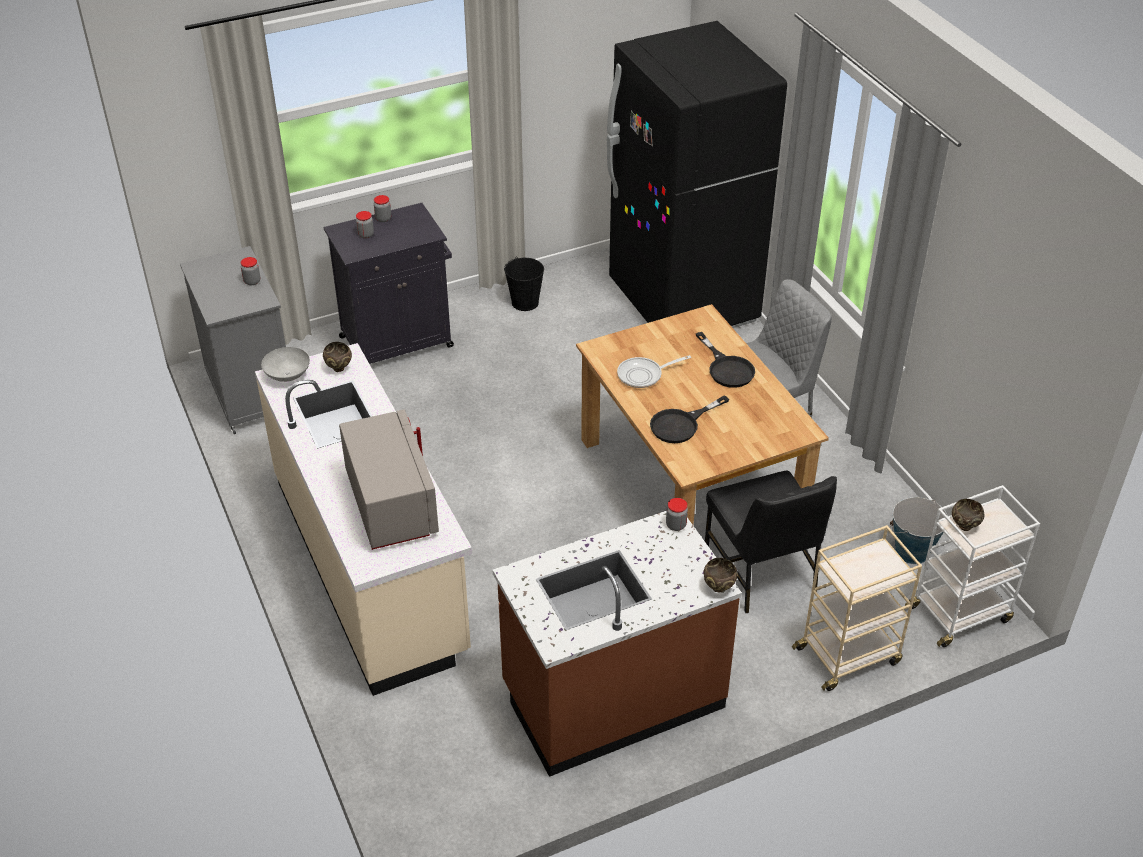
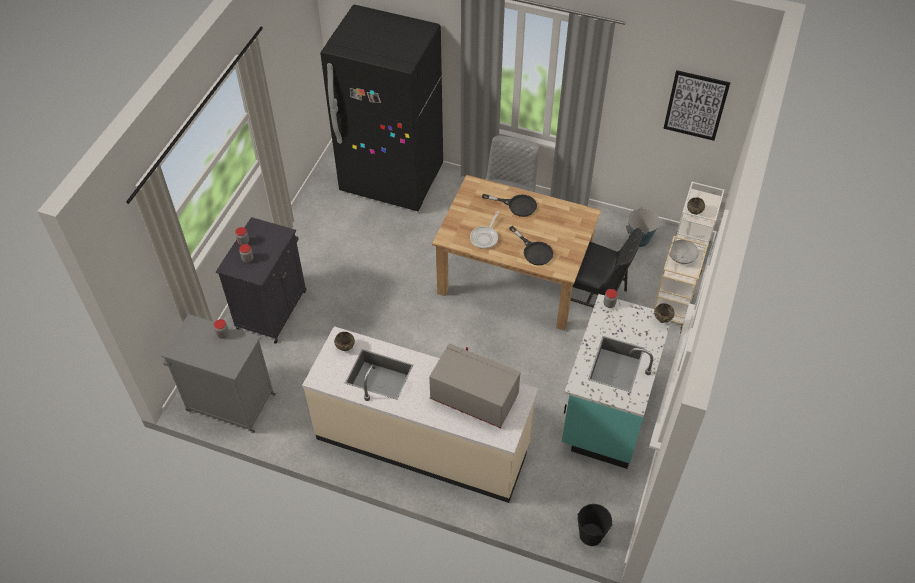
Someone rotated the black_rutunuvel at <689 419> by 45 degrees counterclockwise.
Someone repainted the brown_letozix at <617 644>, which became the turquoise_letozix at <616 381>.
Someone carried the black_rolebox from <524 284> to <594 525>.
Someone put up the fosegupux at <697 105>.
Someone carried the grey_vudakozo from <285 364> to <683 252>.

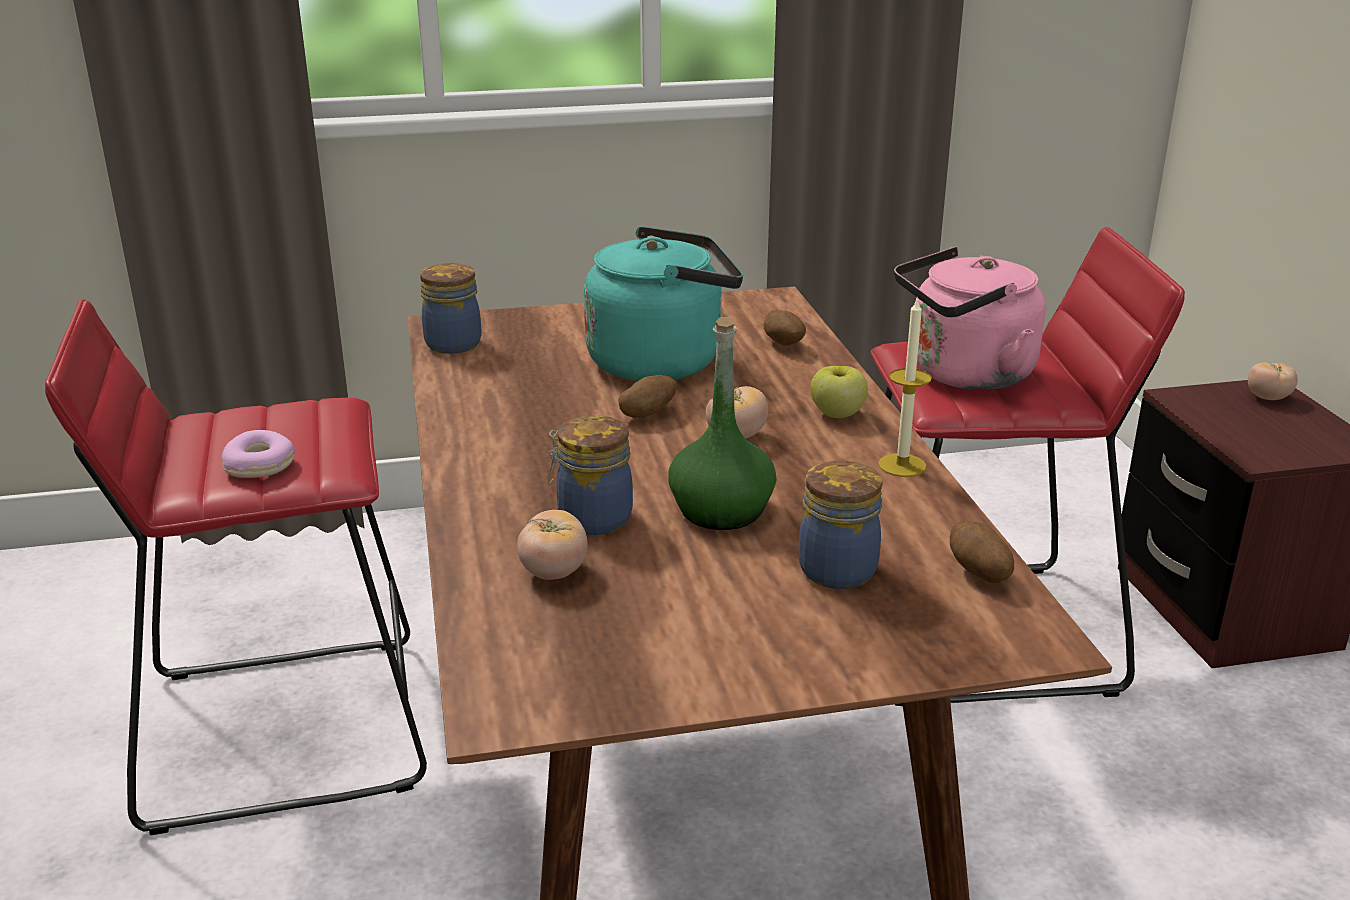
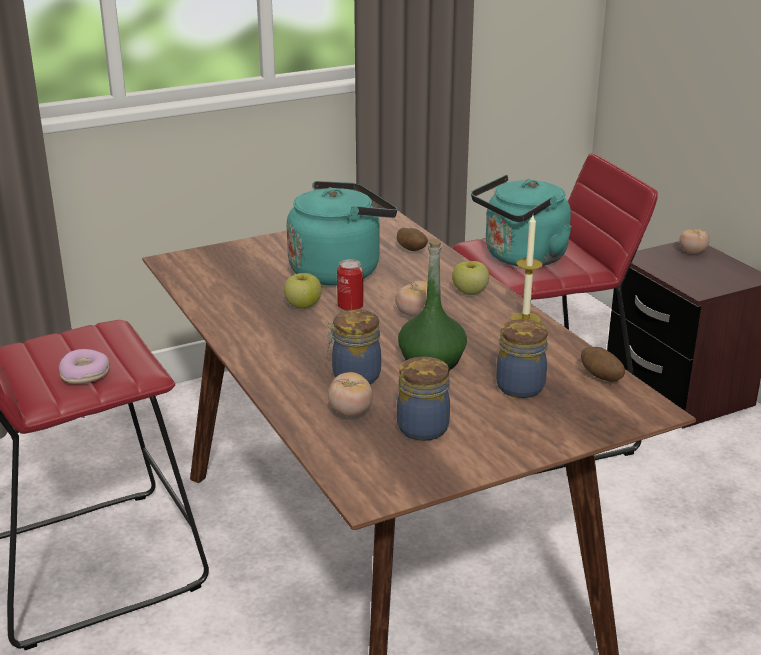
Someone put down the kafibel at <303 291>.
Someone swapped the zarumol at <647 396> for the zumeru at <350 285>.
Someone carried the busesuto from <451 308> to <423 398>.
Someone repainted the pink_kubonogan at <970 318>, which became the turquoise_kubonogan at <521 220>.

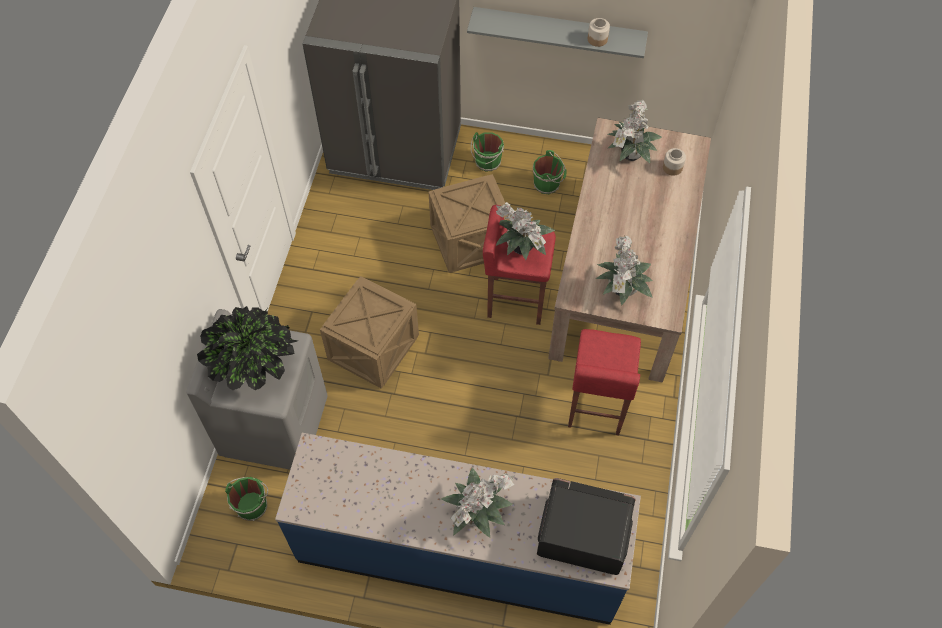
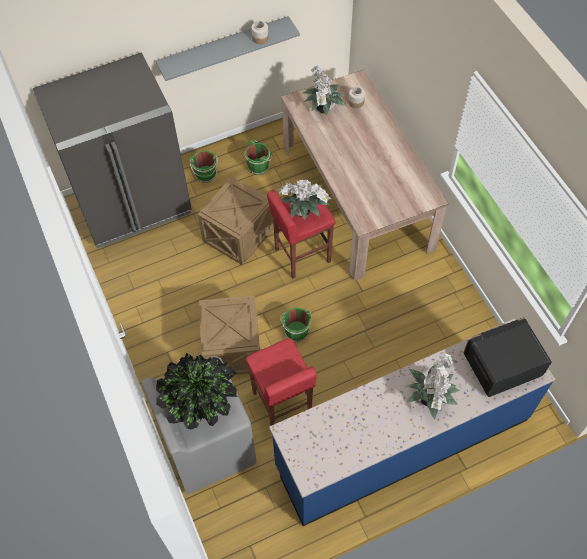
Someone carried the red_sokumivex from <604 382> to <281 382>.
Someone carried the green_rolebox from <246 499> to <295 324>.
Someone took away the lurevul at <624 271>.

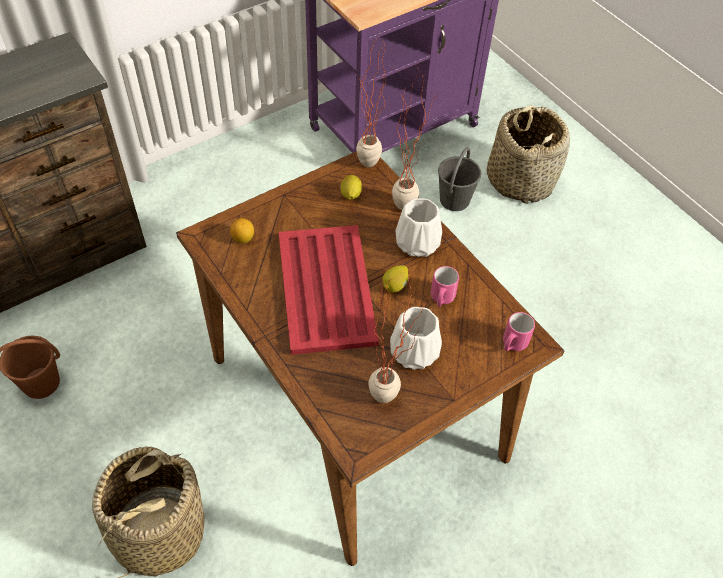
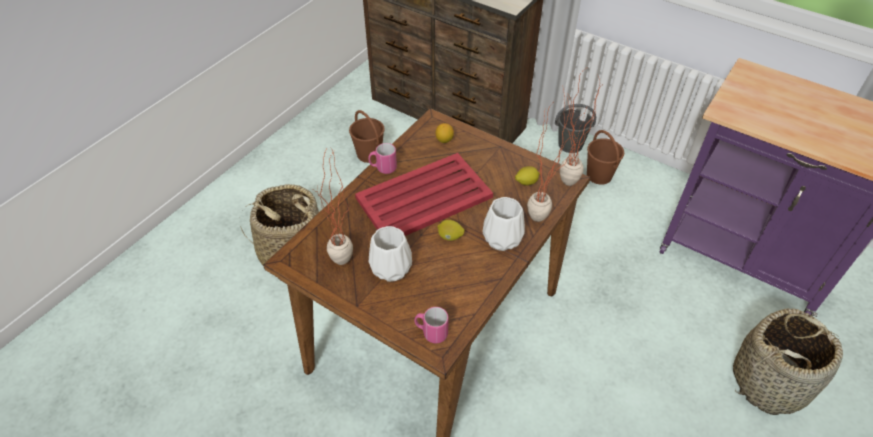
Someone carried the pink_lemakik from <445 286> to <382 158>.
Someone carried the grey_rolebox from <459 179> to <575 128>.
Someone put down the brown_rolebox at <605 157>.

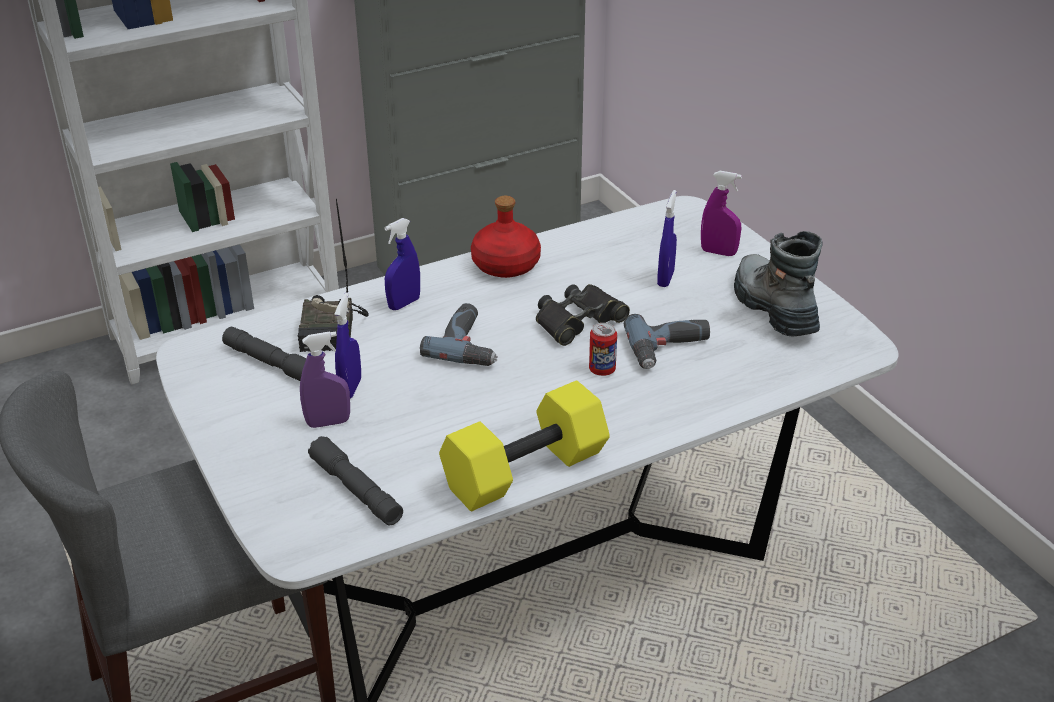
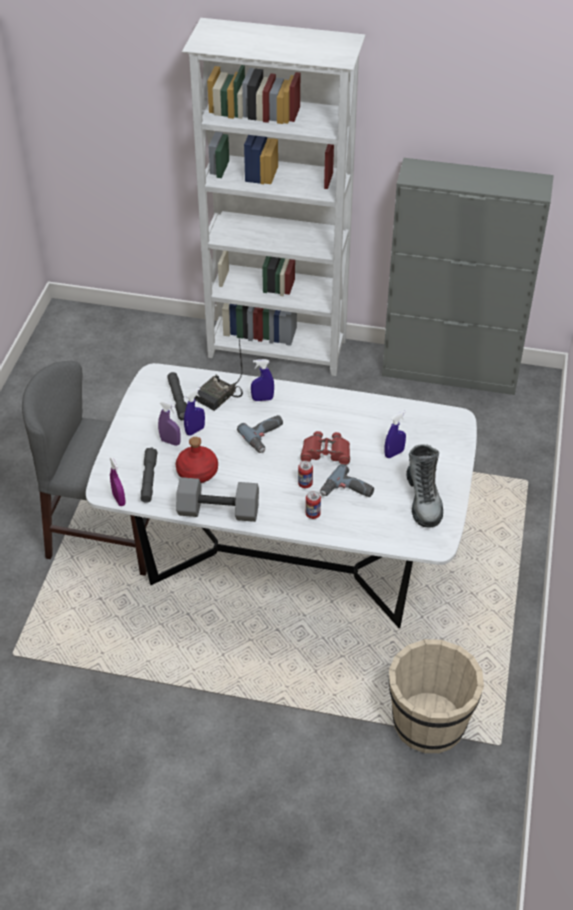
Someone carried the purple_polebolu from <721 213> to <118 481>.
Someone carried the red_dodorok from <506 237> to <197 460>.
Someone repainted the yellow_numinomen at <524 445>, which became the grey_numinomen at <217 499>.
Someone repainted the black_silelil at <583 315>, which became the red_silelil at <325 448>.
Someone put down the zumeru at <313 505>.
Someone put down the beige_rolebox at <436 696>.
Someone rotated the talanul at <778 284> by 150 degrees clockwise.

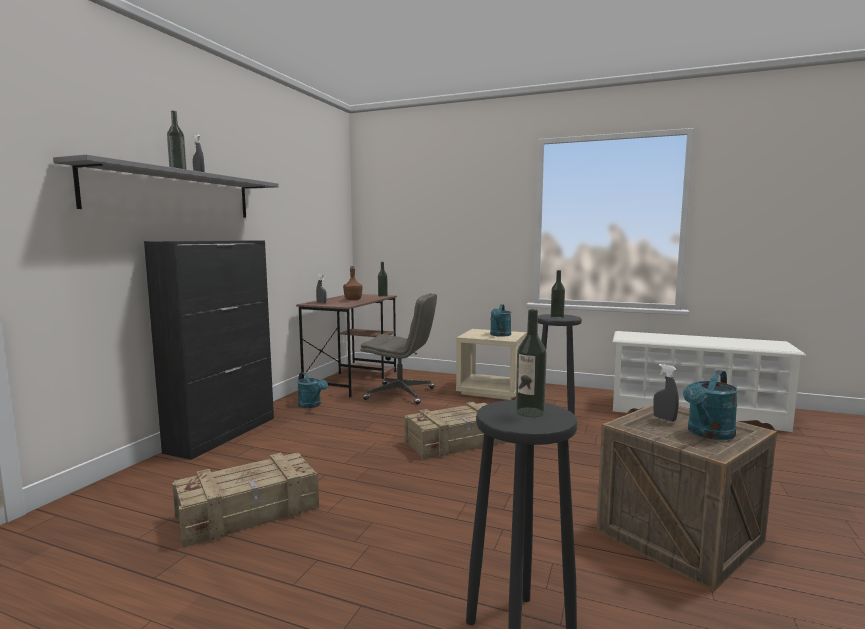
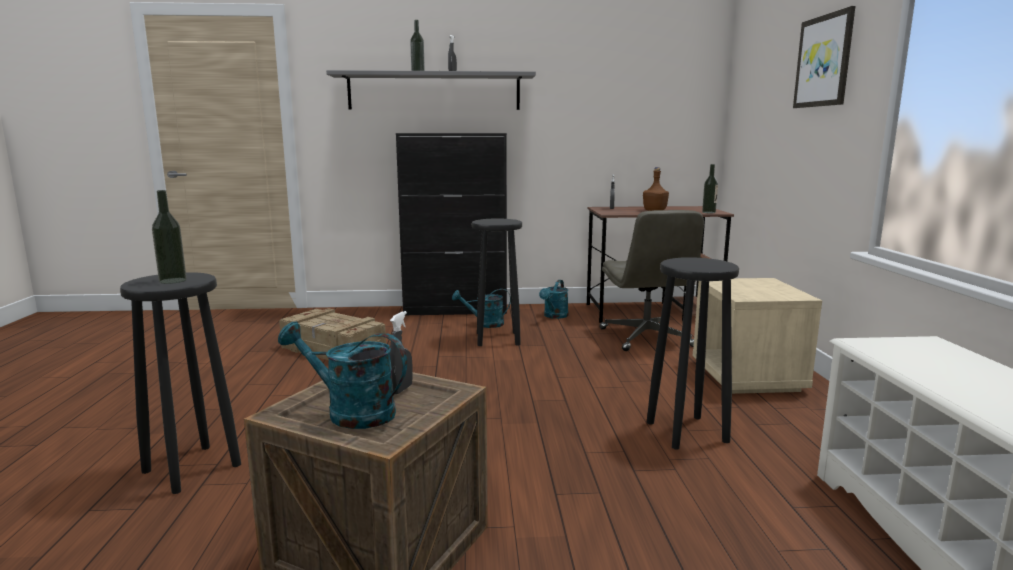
Someone carried the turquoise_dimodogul from <500 320> to <481 308>.
Someone put down the black_sokumivex at <497 282>.
Someone put up the fosegupux at <824 57>.
Someone took away the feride at <456 431>.
Someone took away the dodorok at <558 294>.

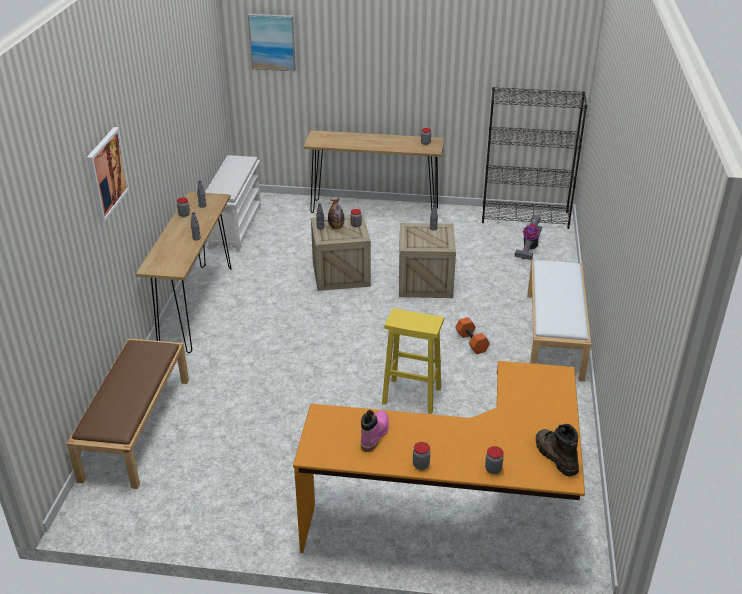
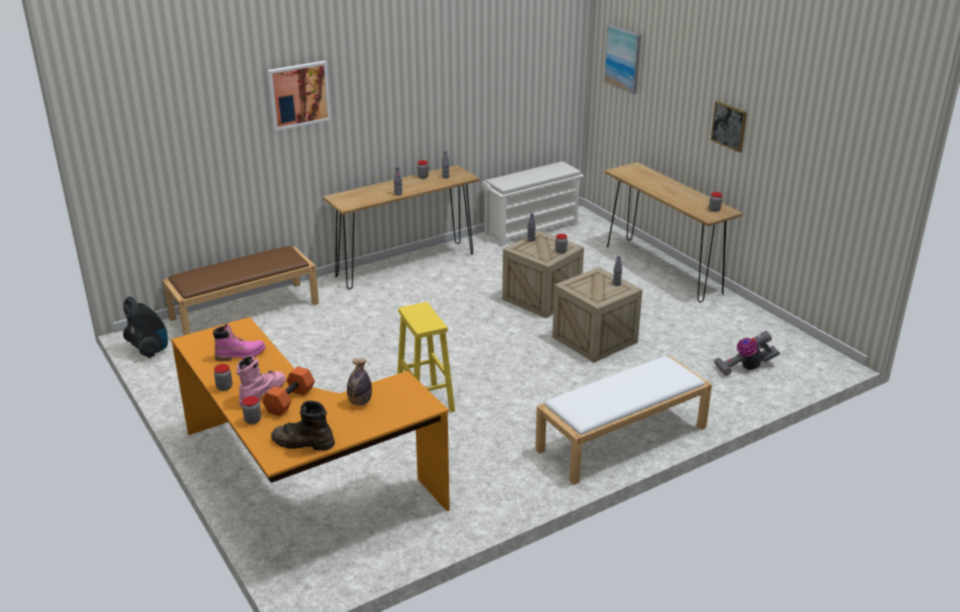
Someone put down the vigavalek at <145 327>.
Someone put down the pink_talanul at <261 381>.
Someone carried the orange_numinomen from <472 335> to <288 391>.
Someone rotated the brown_talanul at <557 450> by 105 degrees counterclockwise.
Someone carried the dodorok from <336 213> to <359 382>.
Someone put up the fosegupux at <729 127>.
Someone took away the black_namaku at <534 158>.

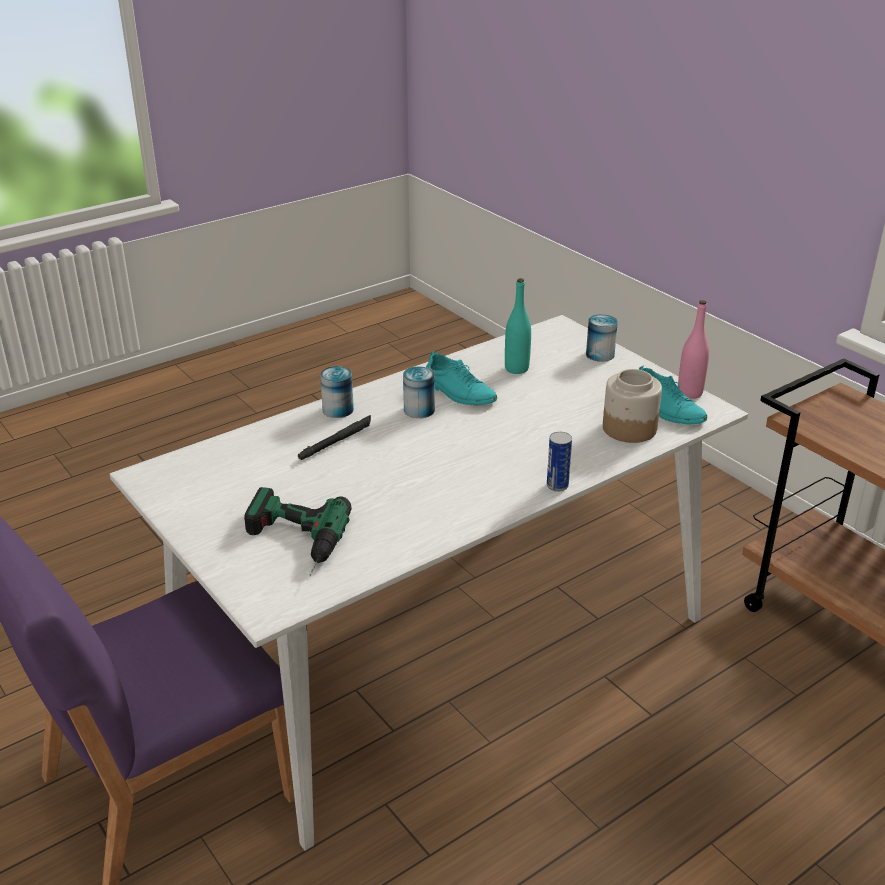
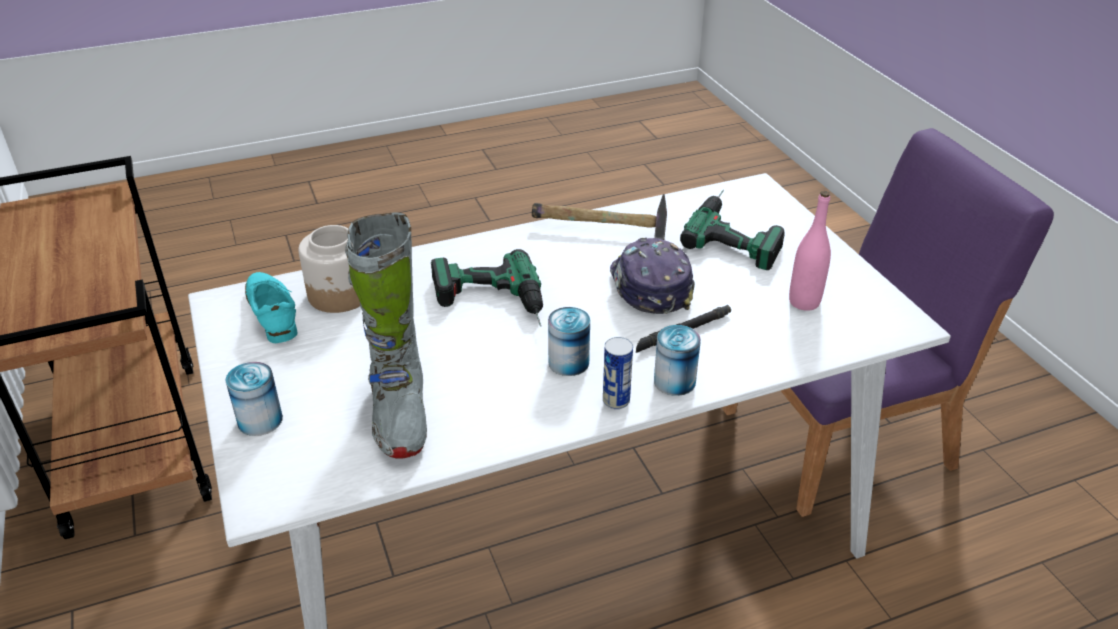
Someone swapped the turquoise_dodorok at <518 326> for the grey_talanul at <386 335>.
Someone put down the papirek at <487 287>.
Someone put down the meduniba at <599 217>.
Someone carried the zumeru from <559 462> to <618 373>.
Someone put down the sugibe at <652 276>.
Someone carried the pink_dodorok from <693 349> to <810 251>.
Someone took away the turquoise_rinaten at <461 378>.

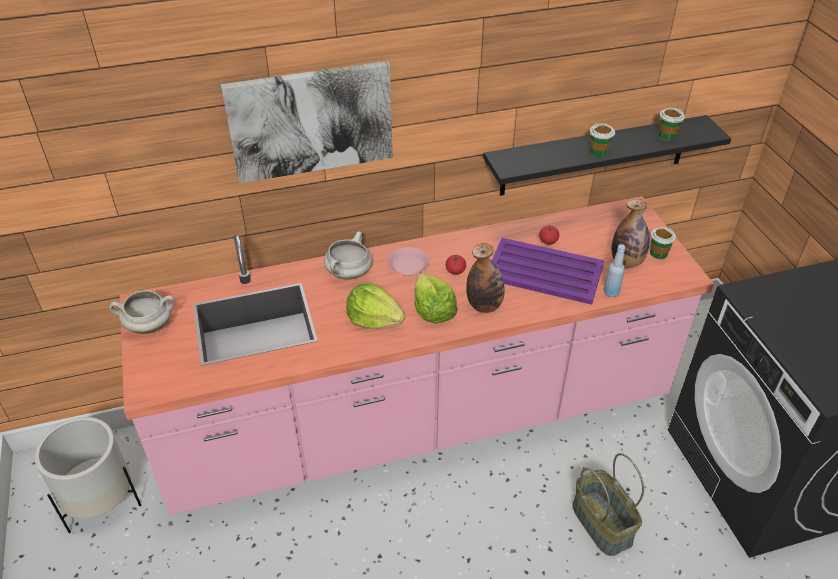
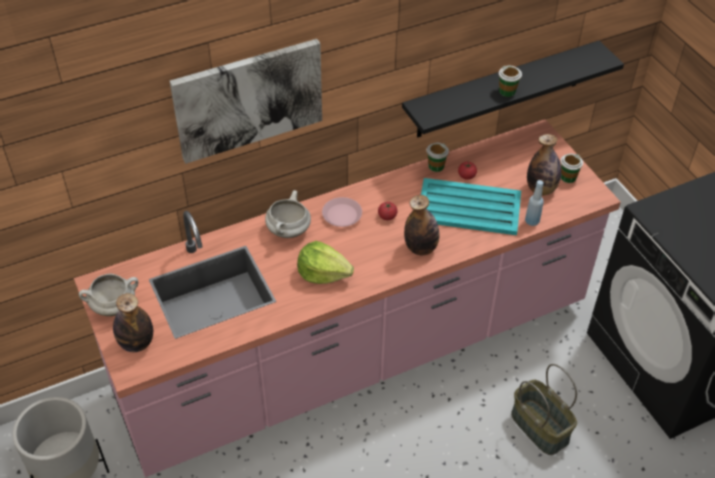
Someone put down the dodorok at <133 322>.
Someone repainted the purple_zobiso at <548 271>, which became the turquoise_zobiso at <471 206>.
Someone carried the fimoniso from <672 124> to <438 157>.
Someone took away the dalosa at <436 298>.

